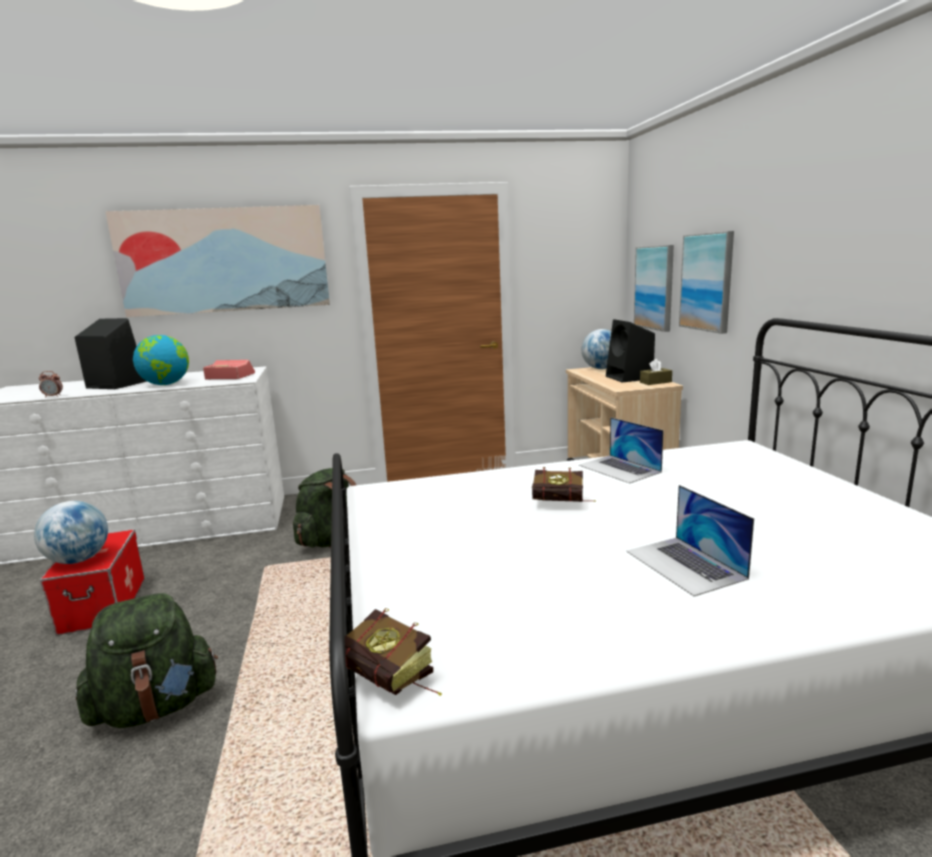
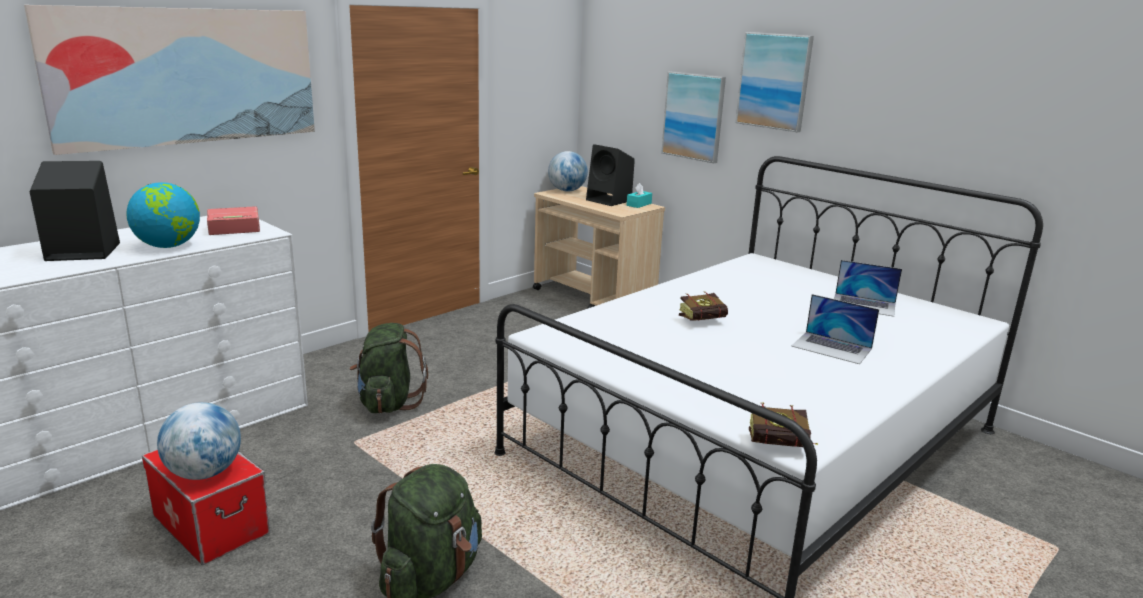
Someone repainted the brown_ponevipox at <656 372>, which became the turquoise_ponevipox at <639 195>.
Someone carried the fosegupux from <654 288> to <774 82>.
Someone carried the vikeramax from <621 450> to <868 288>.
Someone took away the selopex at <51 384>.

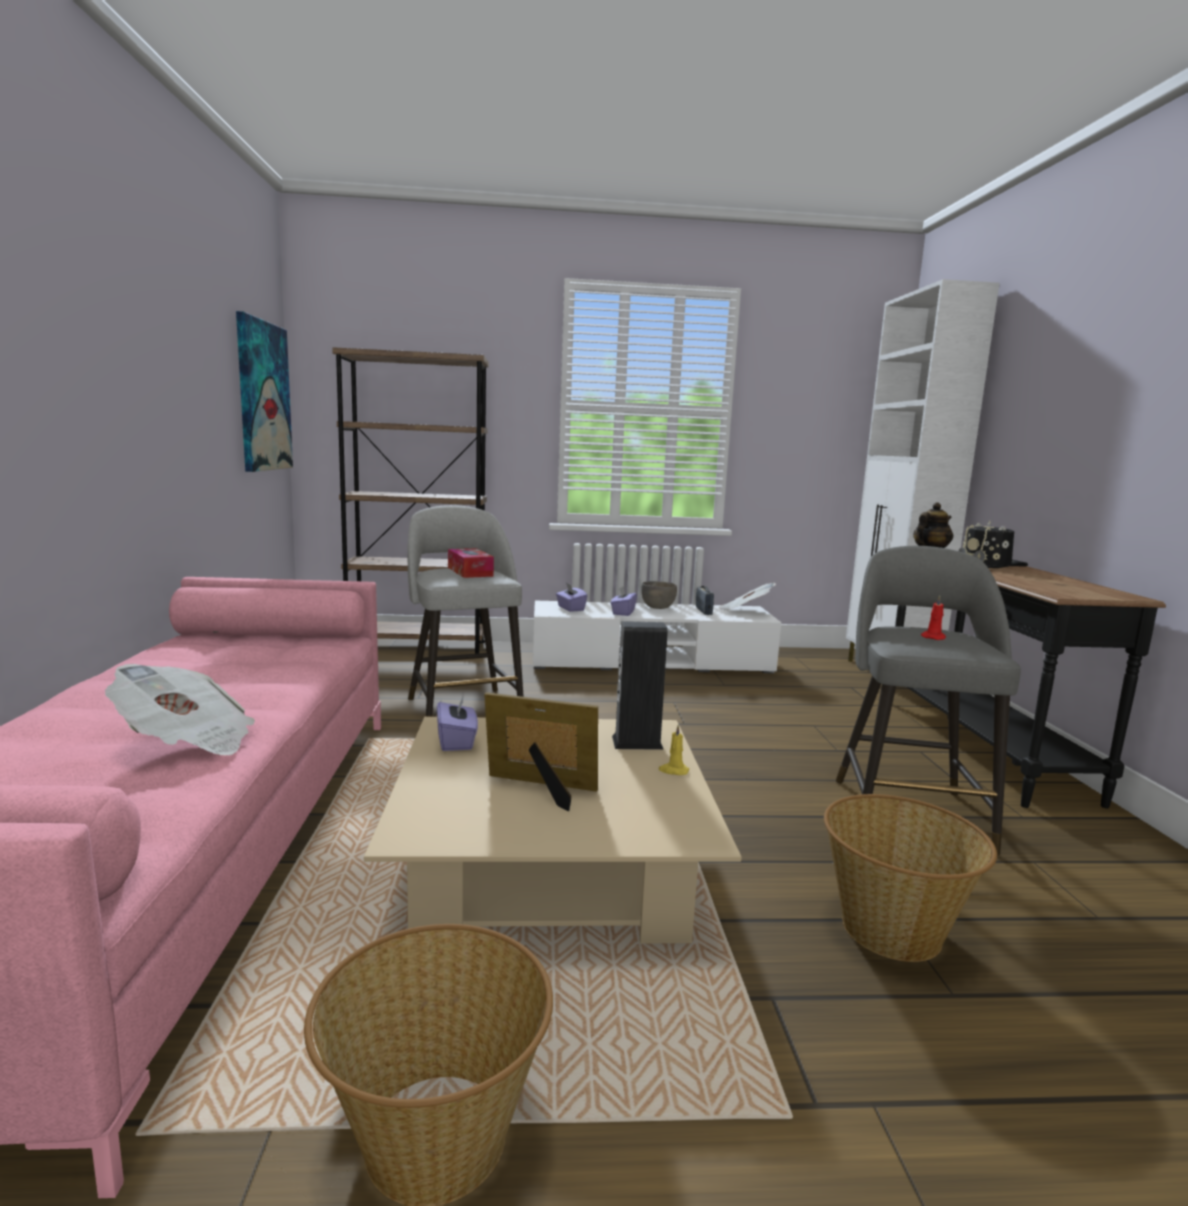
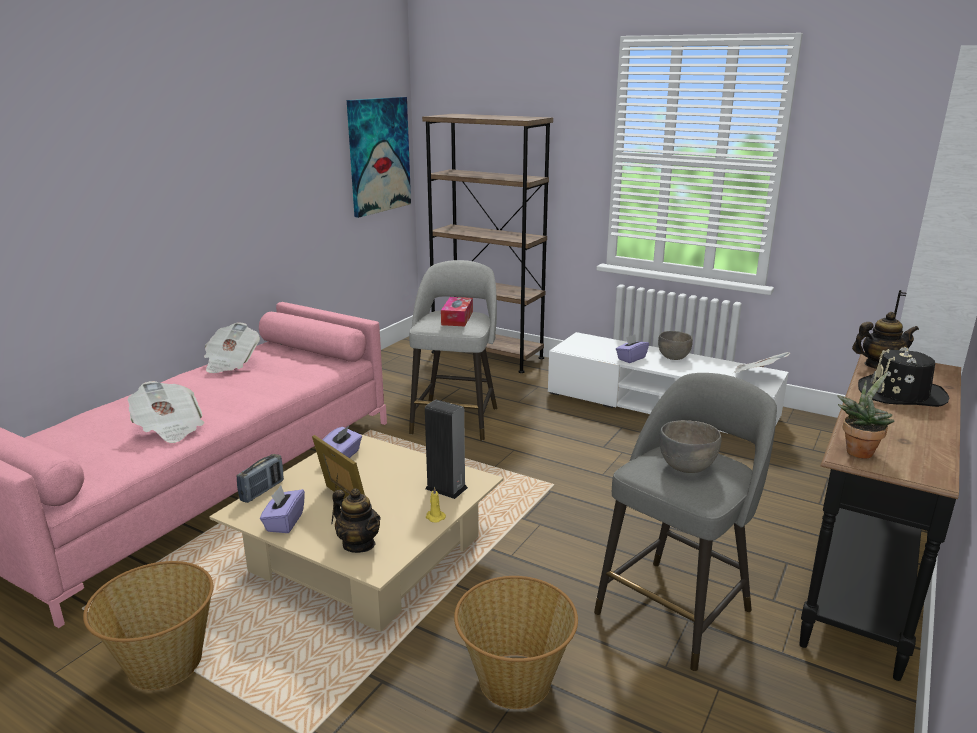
Someone put down the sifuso at <232 348>.
Someone carried the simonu from <705 600> to <260 478>.
Someone carried the purple_ponevipox from <571 597> to <282 509>.
Someone put down the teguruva at <356 521>.
Someone swapped the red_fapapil at <933 617> for the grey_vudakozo at <690 446>.
Someone put down the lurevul at <865 416>.

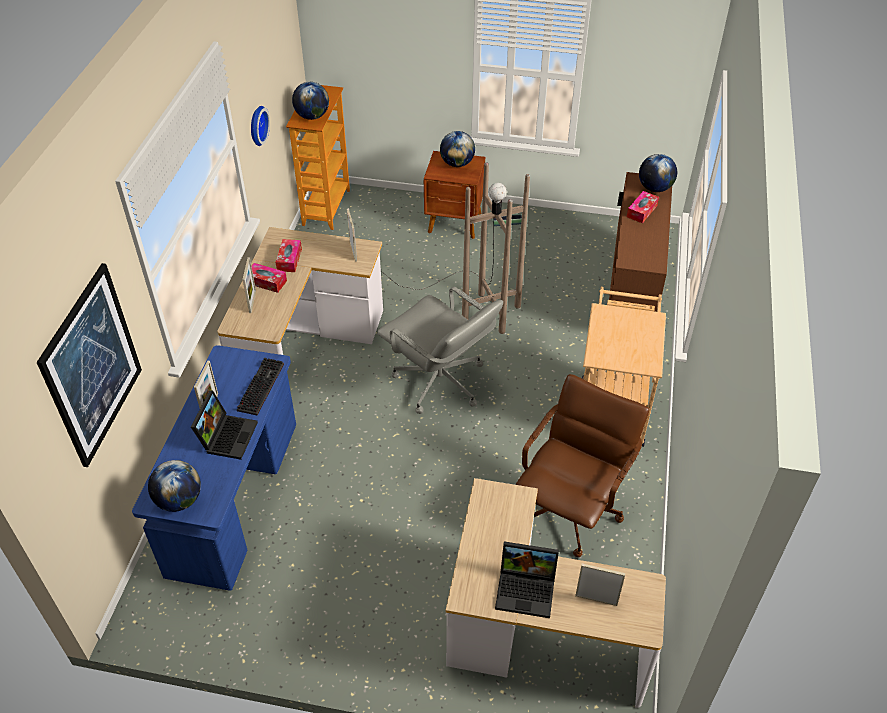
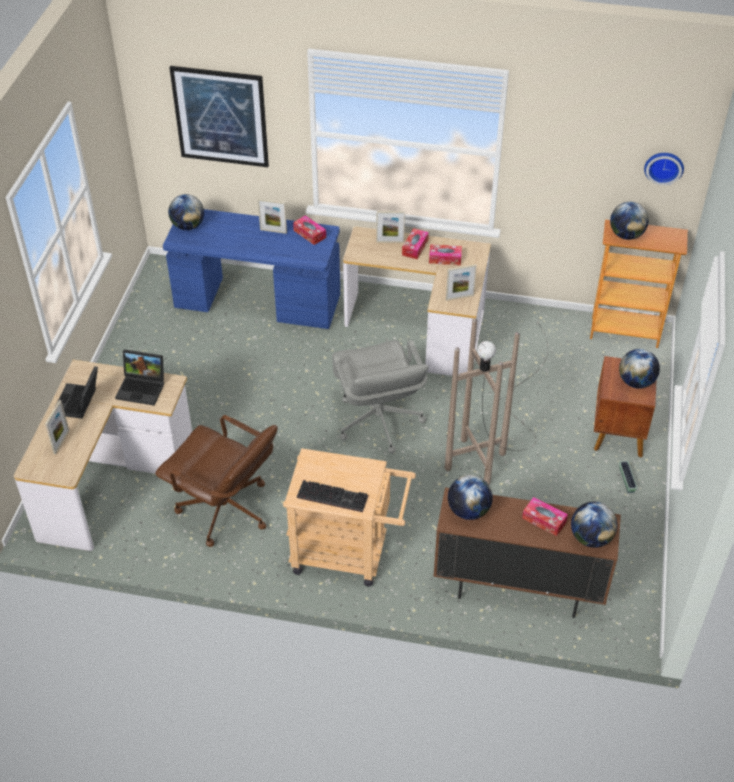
Someone carried the vikeramax from <224 425> to <139 377>.
Someone put down the ponevipox at <309 230>.
Someone carried the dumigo from <260 386> to <332 496>.
Someone rotated the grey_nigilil at <440 350> by 60 degrees counterclockwise.
Someone put down the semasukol at <470 497>.
Someone carried the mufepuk from <260 126> to <664 169>.

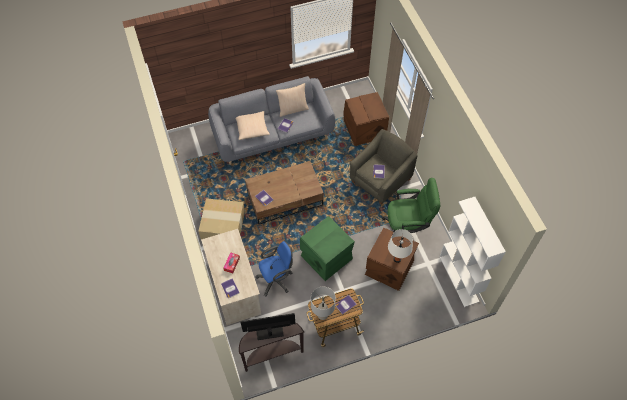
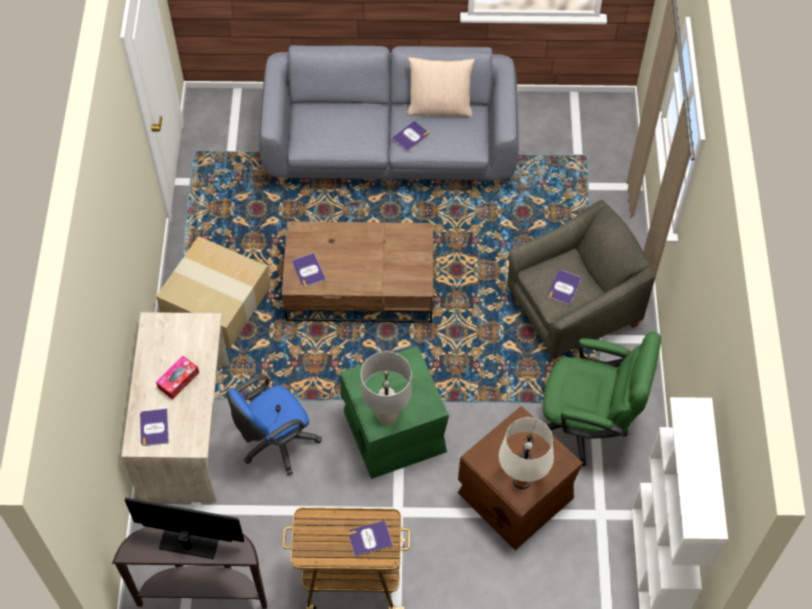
Someone rotated the blue_nigilil at <274 268> by 150 degrees clockwise.
Someone carried the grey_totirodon from <323 303> to <386 388>.
Someone took away the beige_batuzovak at <253 125>.
Someone took away the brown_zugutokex at <366 119>.

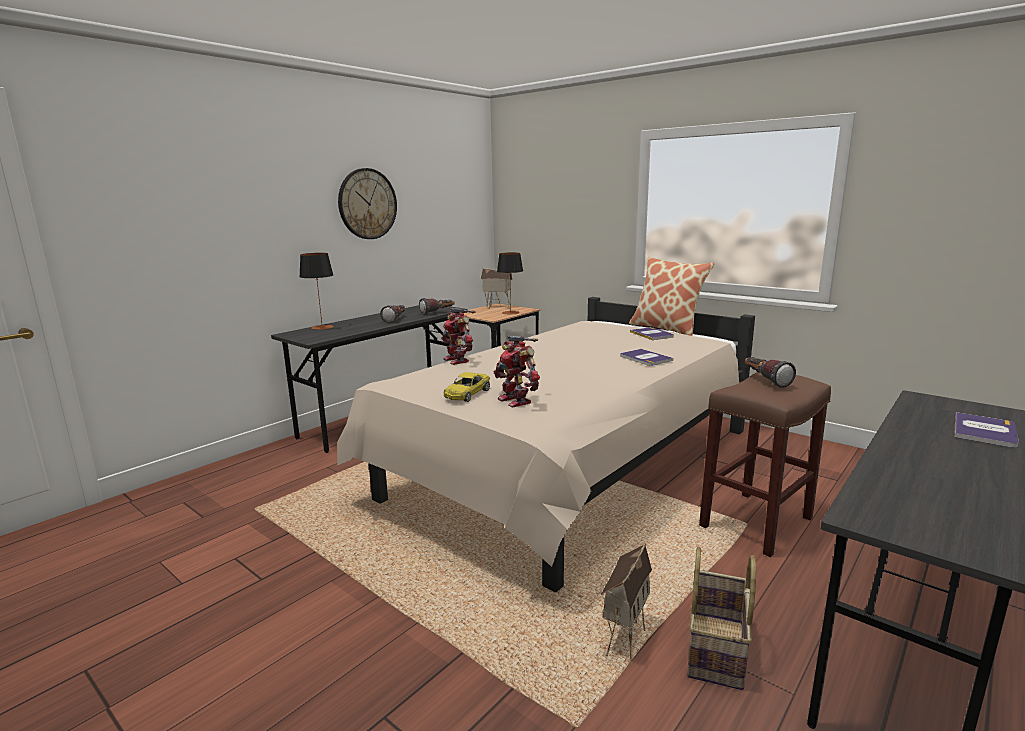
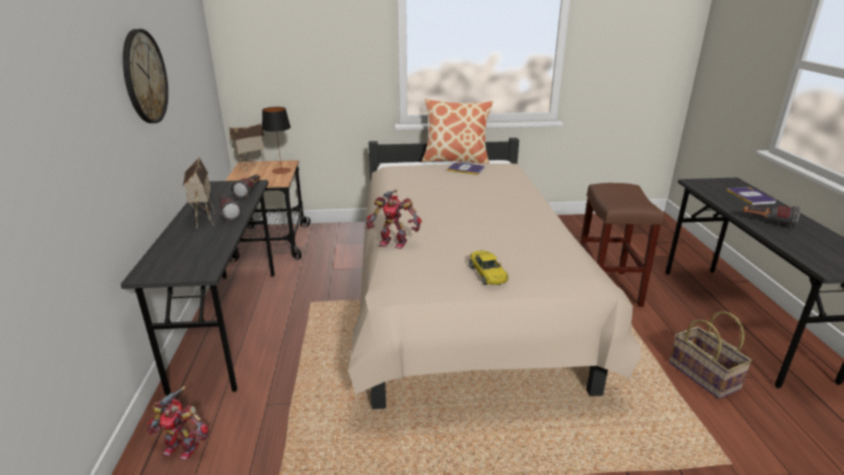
Someone carried the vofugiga from <517 371> to <177 423>.
Someone carried the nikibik from <626 604> to <199 192>.
Someone carried the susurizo from <770 372> to <771 216>.
Someone took away the totirodon at <316 291>.
Someone took away the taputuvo at <646 357>.

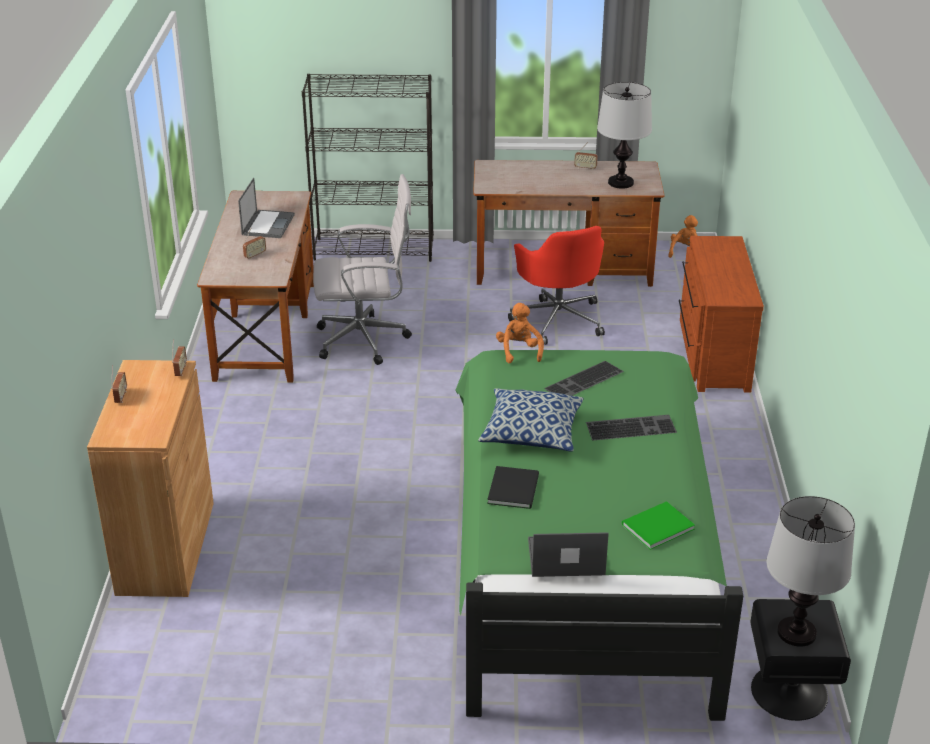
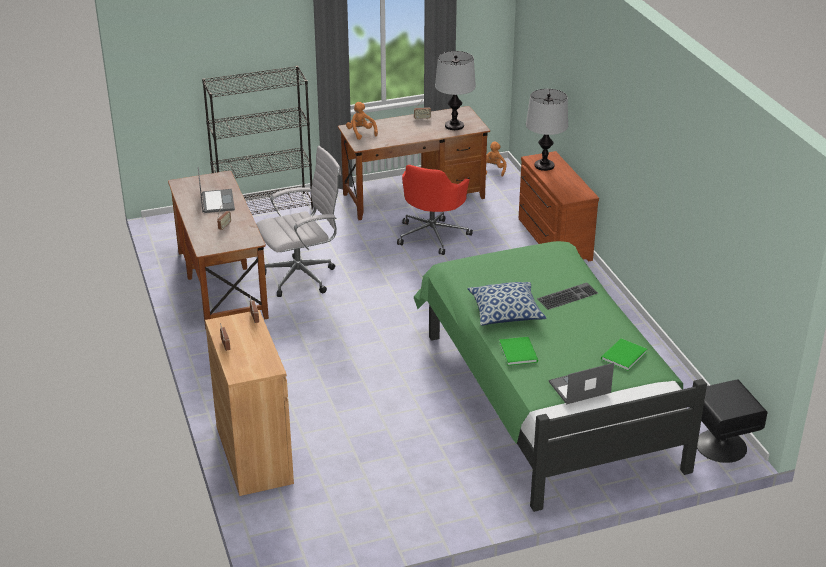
Someone carried the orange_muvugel from <520 333> to <362 121>.
Someone rotated the red_nigilil at <556 285> by 60 degrees clockwise.
Someone repainted the black_taputuvo at <513 487>, which became the green_taputuvo at <518 351>.
Someone carried the totirodon from <810 571> to <547 130>.
Someone took away the dumigo at <584 378>.

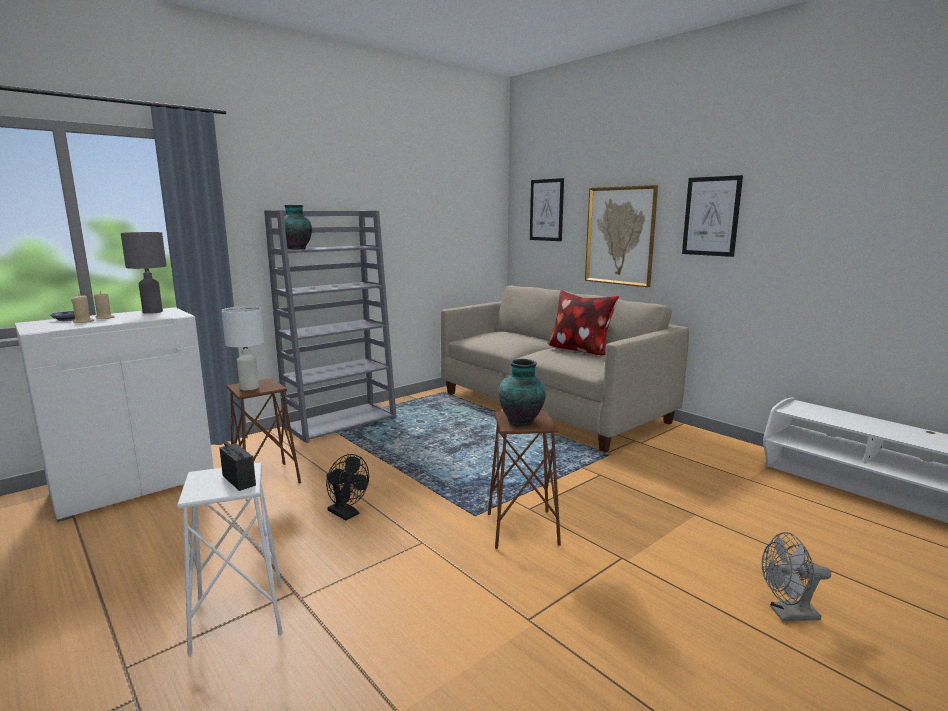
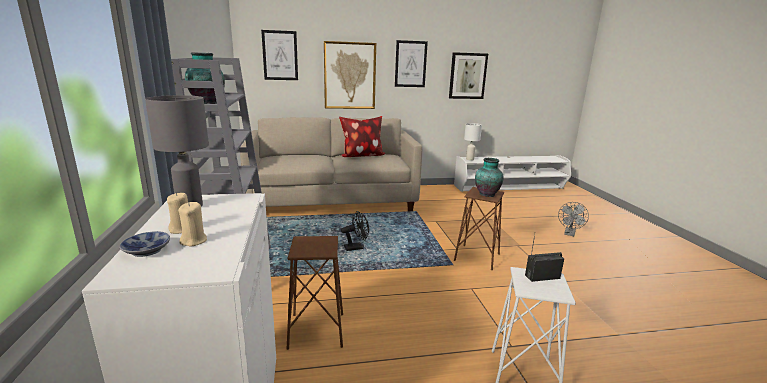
Someone carried the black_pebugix from <347 487> to <355 231>.
Someone put up the fosegupux at <468 75>.
Someone carried the white_totirodon from <242 348> to <473 142>.

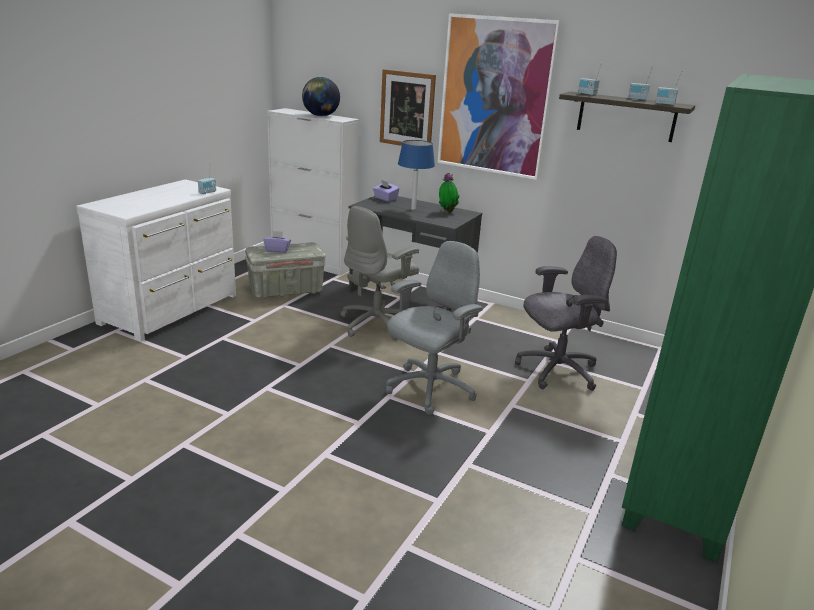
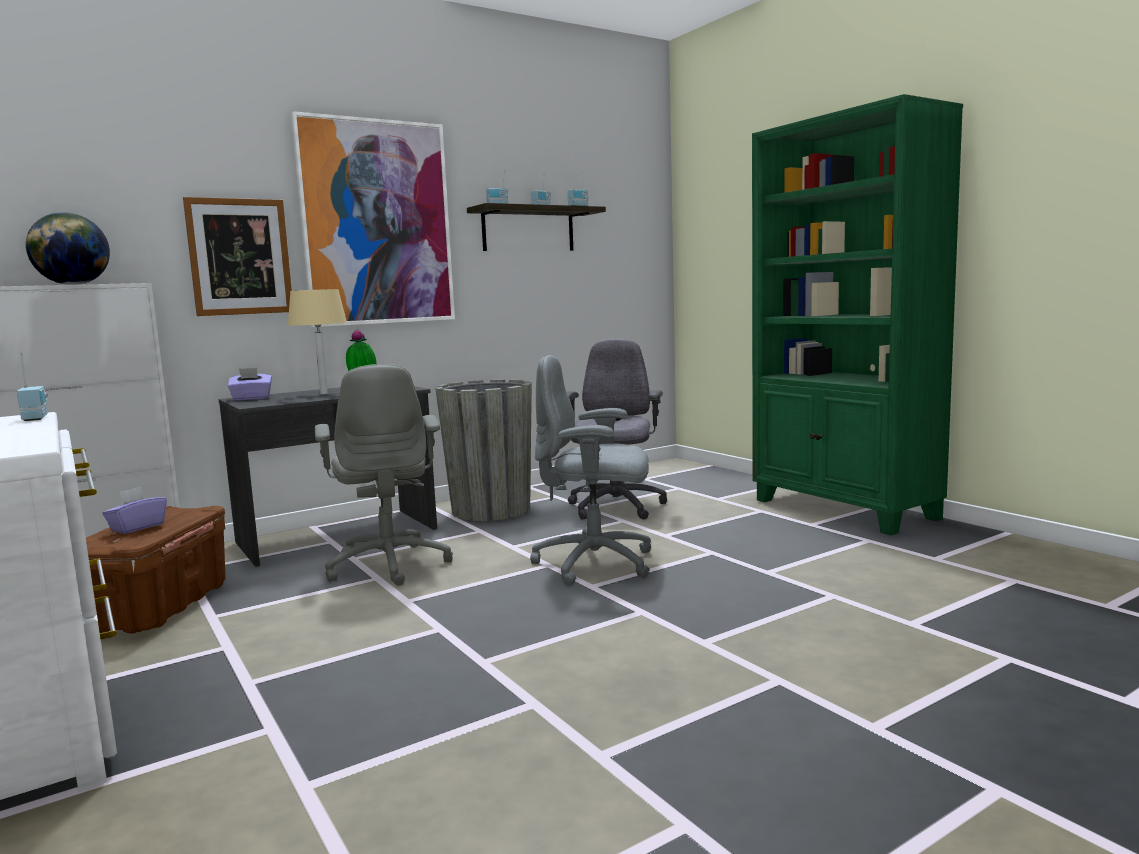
Someone repainted the grey_zugutokex at <285 270>, which became the brown_zugutokex at <156 569>.
Someone repainted the blue_totirodon at <416 175>, which became the beige_totirodon at <317 342>.
Someone put down the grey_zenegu at <483 450>.
Someone rotated the grey_nigilil at <434 328> by 60 degrees counterclockwise.

